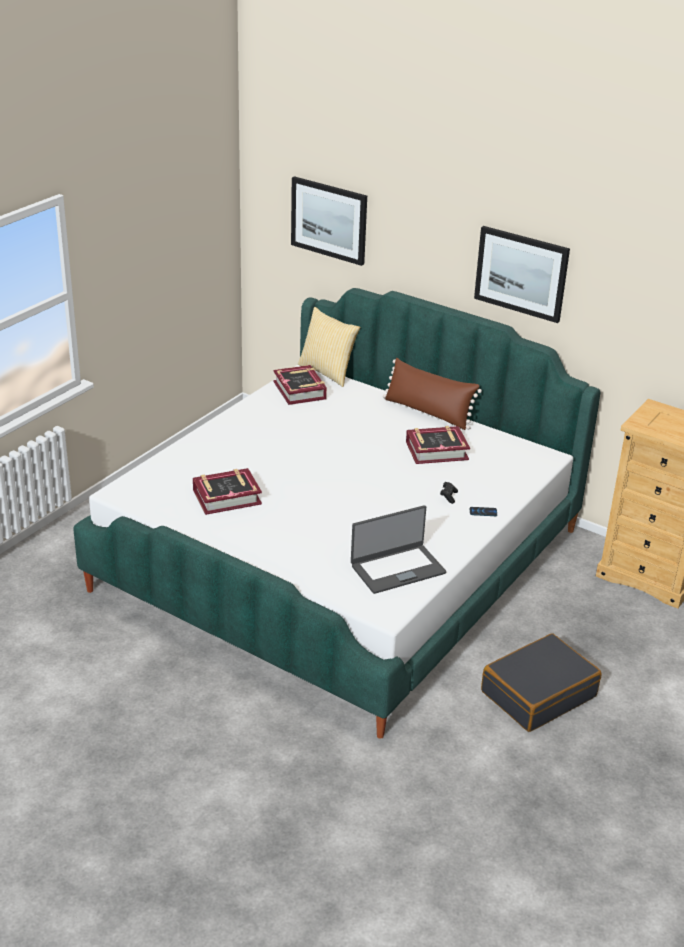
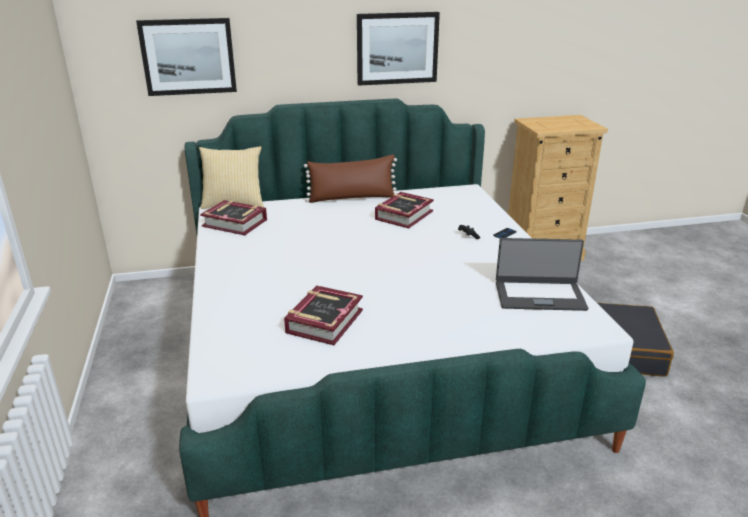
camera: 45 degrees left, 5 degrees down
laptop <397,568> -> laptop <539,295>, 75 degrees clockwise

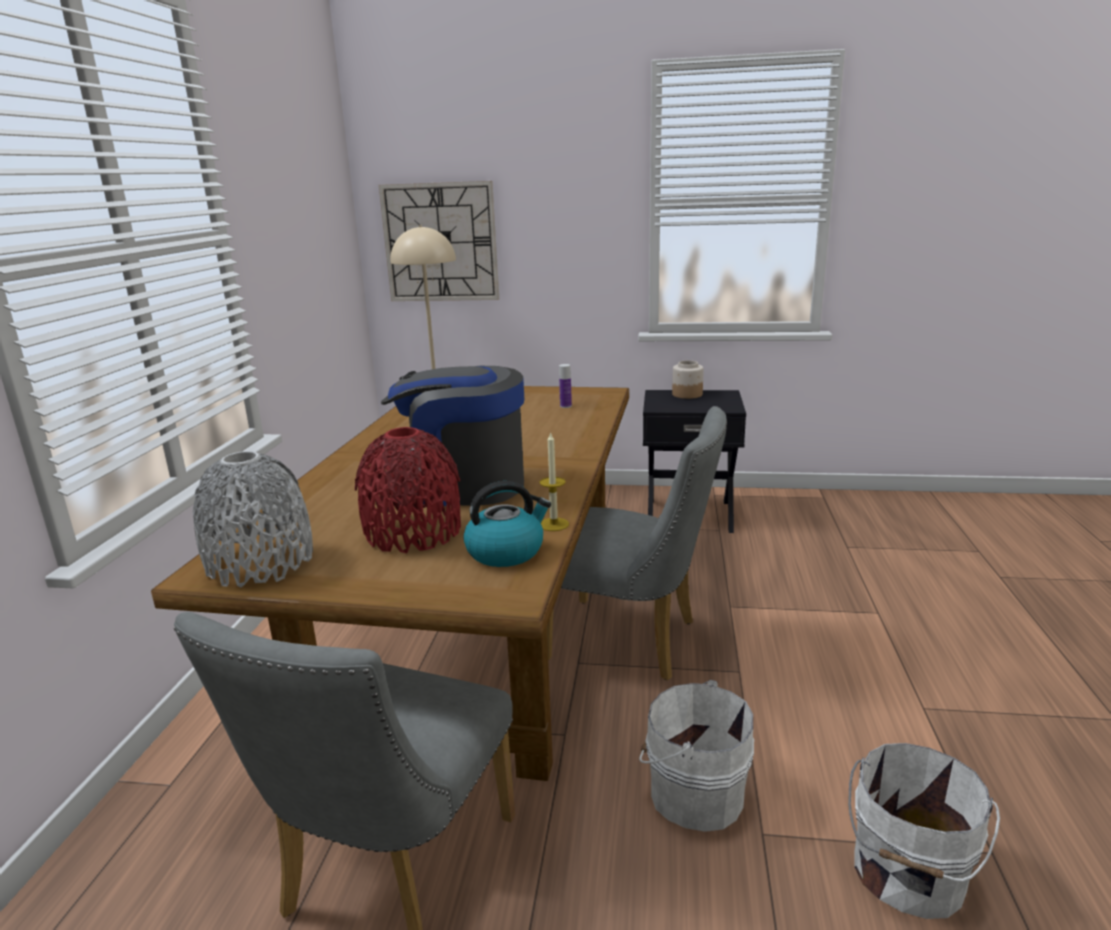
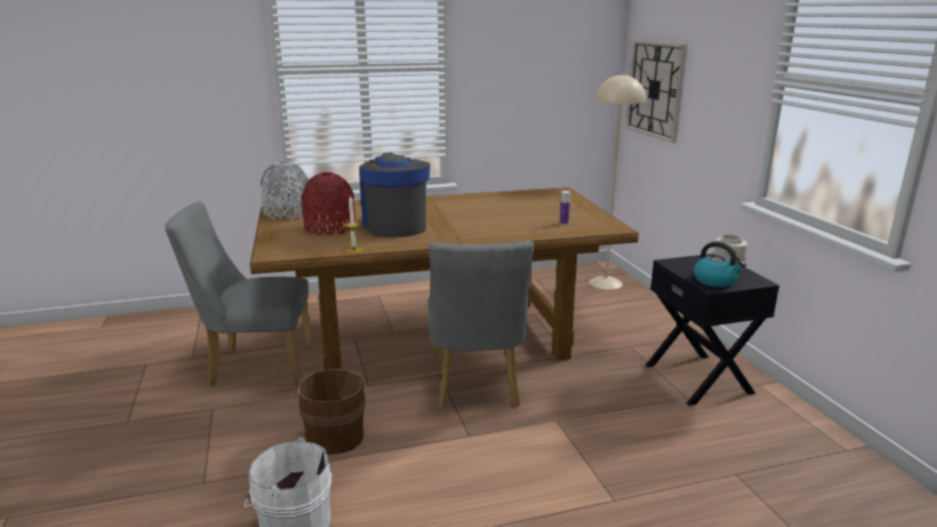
camera: 65 degrees right, 0 degrees up
white bucket <692,793> -> brown bucket <336,435>
kettle <506,551> -> kettle <716,281>, move

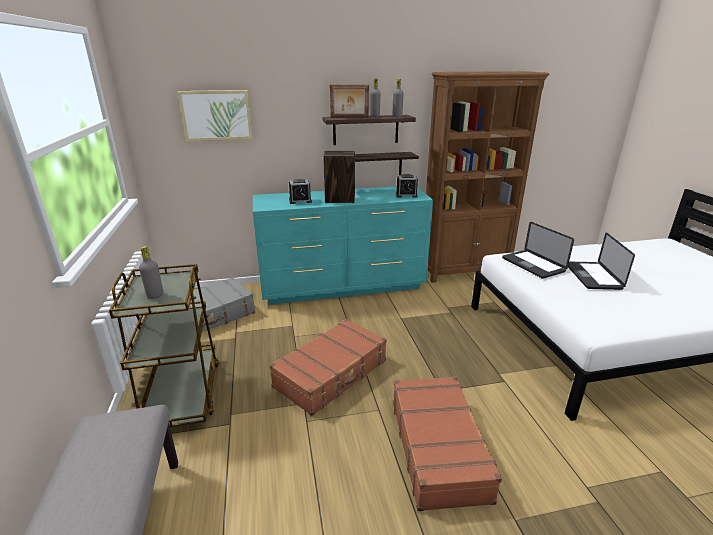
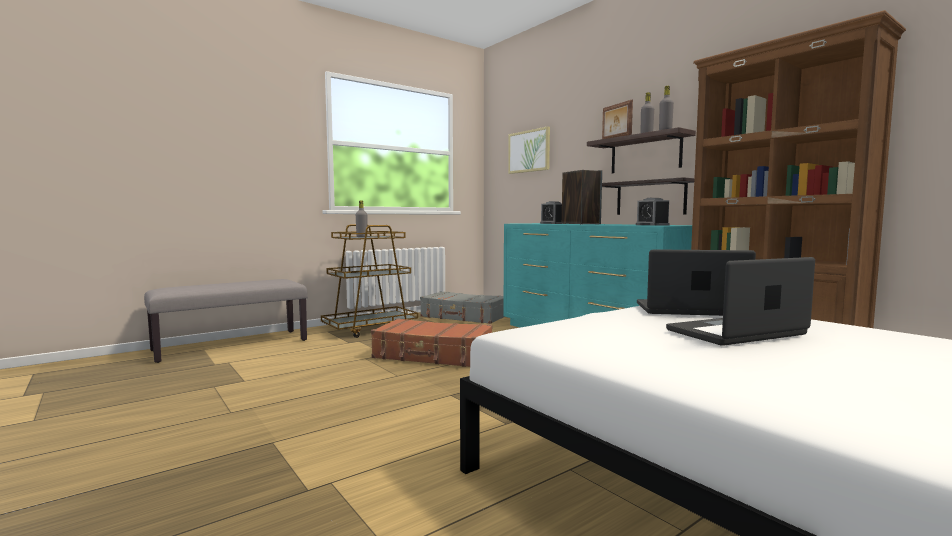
camera: 65 degrees right, 20 degrees down
laptop <533,265> -> laptop <690,310>, 60 degrees clockwise
brown suitcase <439,447> -> none

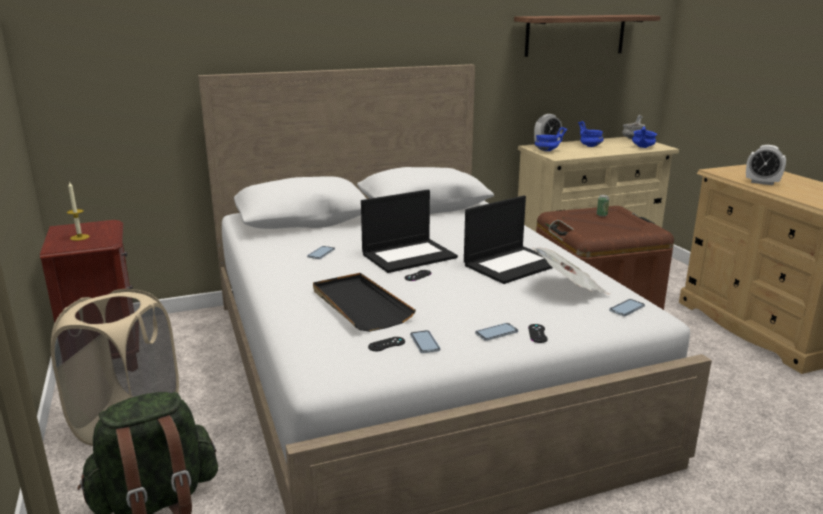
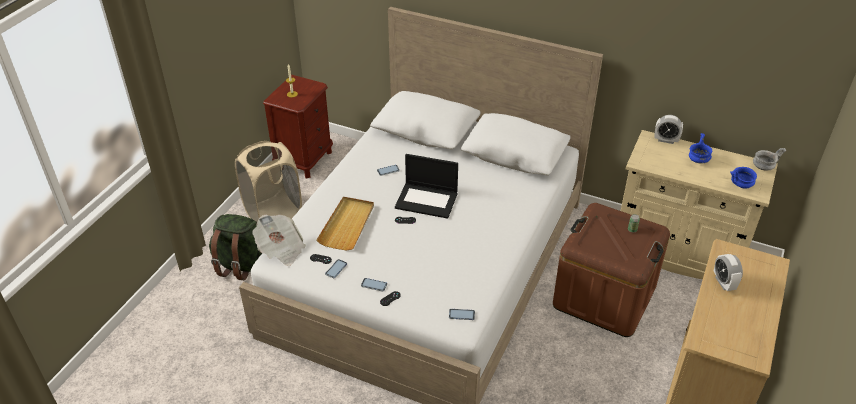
camera: 45 degrees right, 20 degrees up
newspaper <569,289> -> newspaper <281,249>, move
black tray <360,305> -> beige tray <347,225>
laptop <512,264> -> none
shelf <575,35> -> none
blue bowl <547,150> -> none

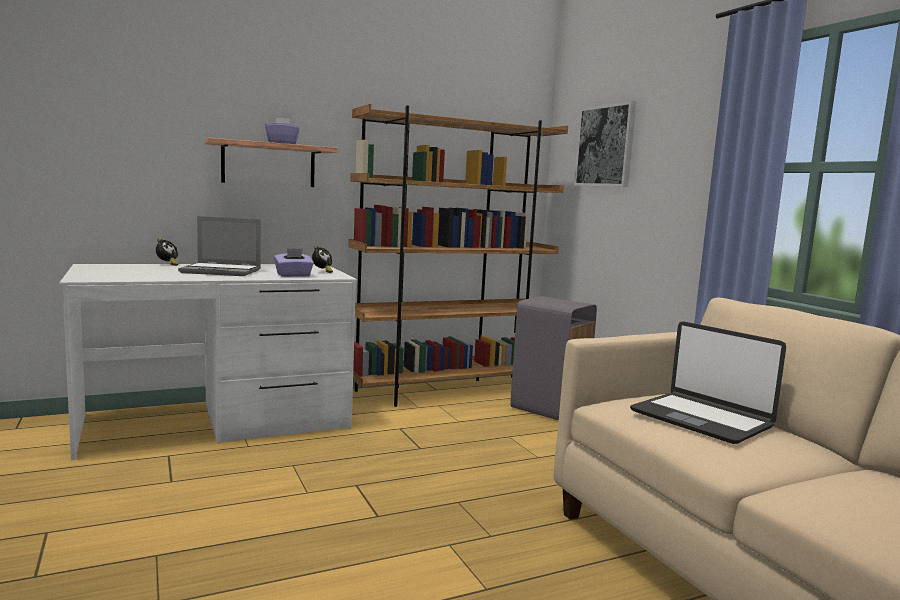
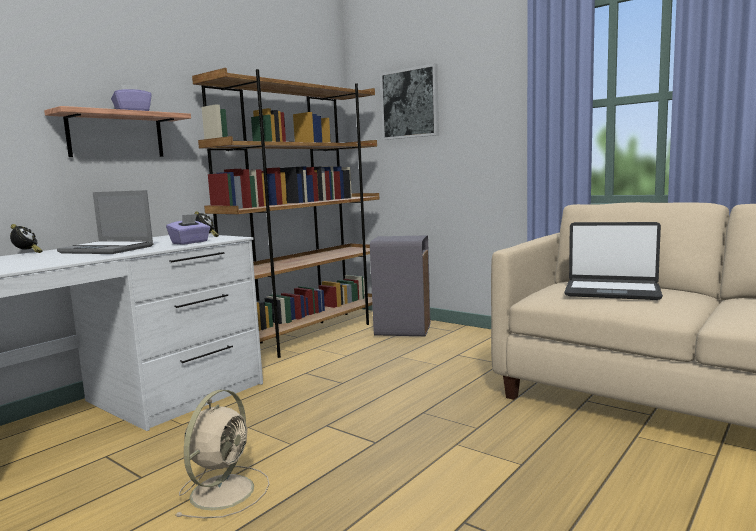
camera: 25 degrees left, 0 degrees up
laptop <222,271> -> laptop <109,249>, 45 degrees clockwise
none -> beige fan <224,490>

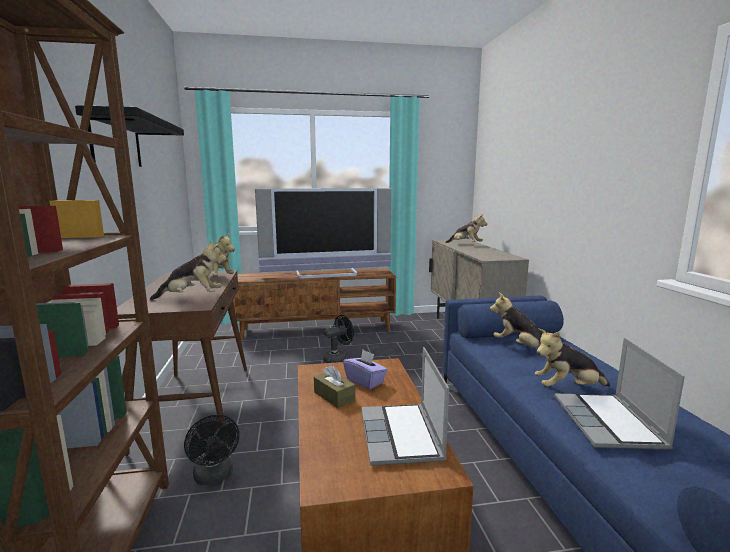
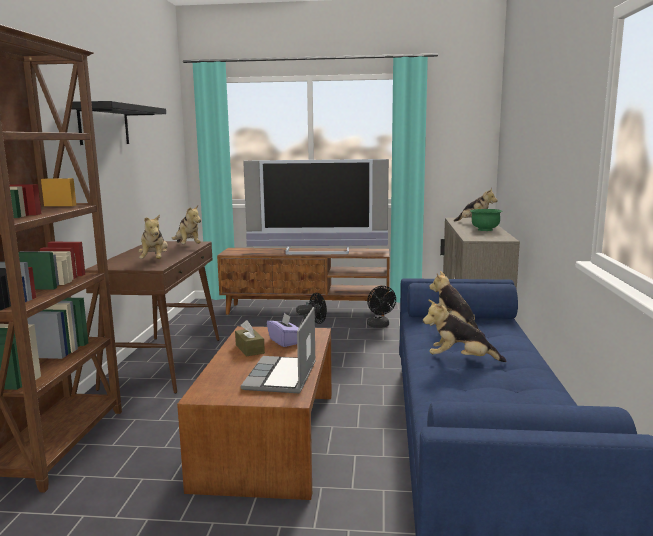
camera: 15 degrees right, 0 degrees up
plush toy <192,297> -> plush toy <155,261>, 75 degrees clockwise
black fan <214,477> -> black fan <379,326>, move
none -> green bowl <485,230>
laptop <609,423> -> none

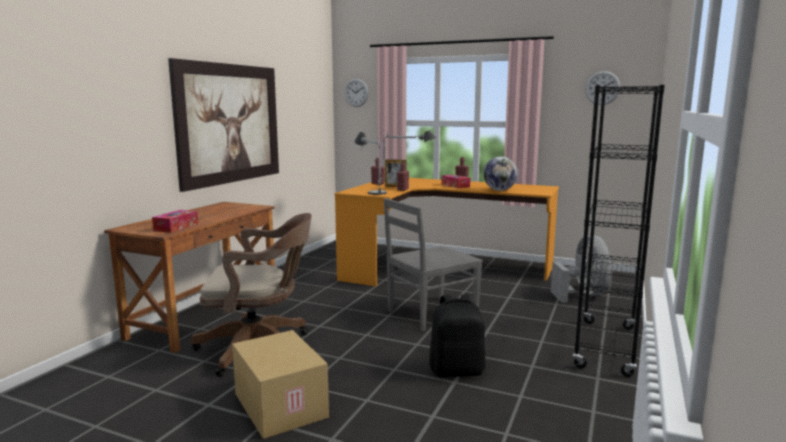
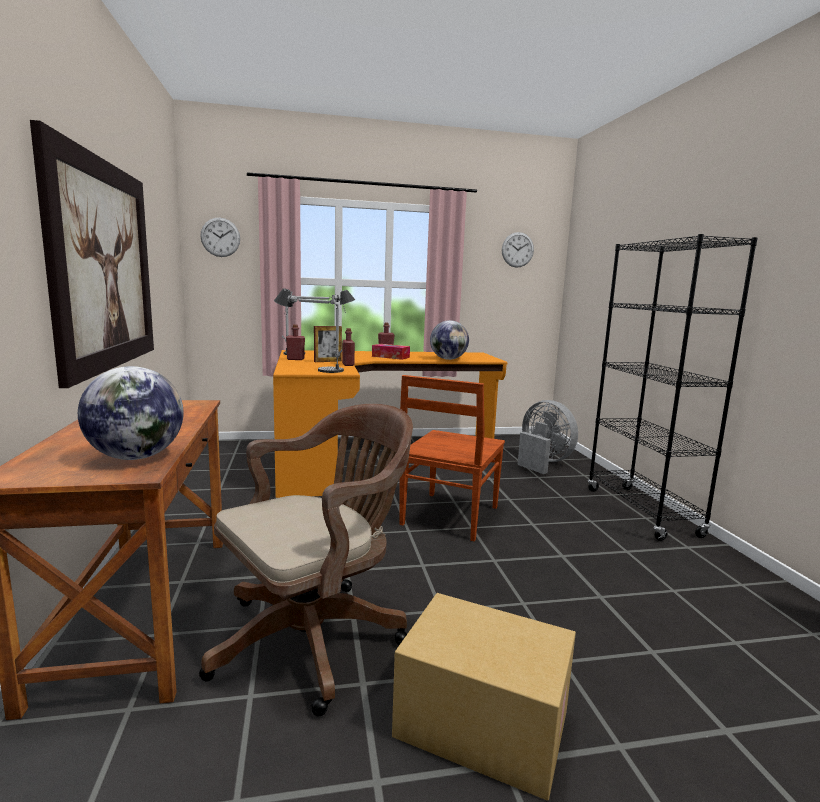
camera: 35 degrees left, 0 degrees up
tissue box <176,227> -> globe <136,457>
grey chair <430,314> -> brown chair <449,516>
black backpack <457,370> -> none

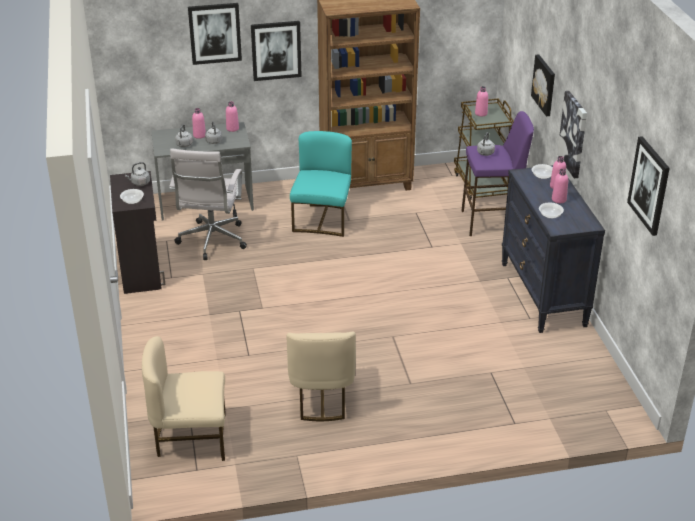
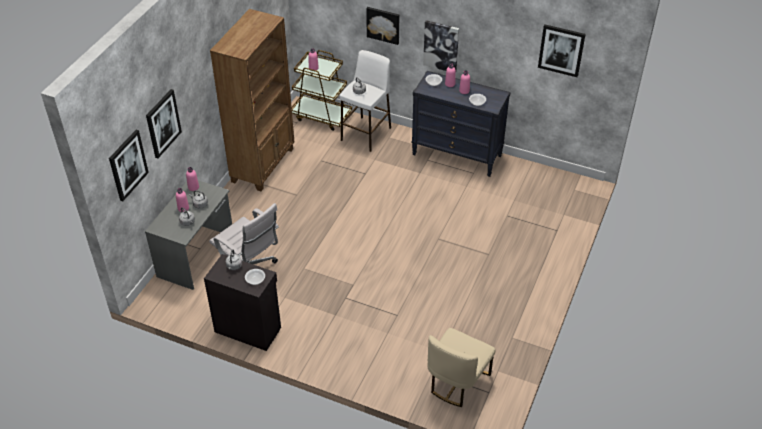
camera: 55 degrees left, 10 degrees up
picture <276,50> -> picture <128,165>, move
purple stool <493,221> -> white stool <366,134>
beige chair <321,398> -> none
turquoise chair <322,220> -> none

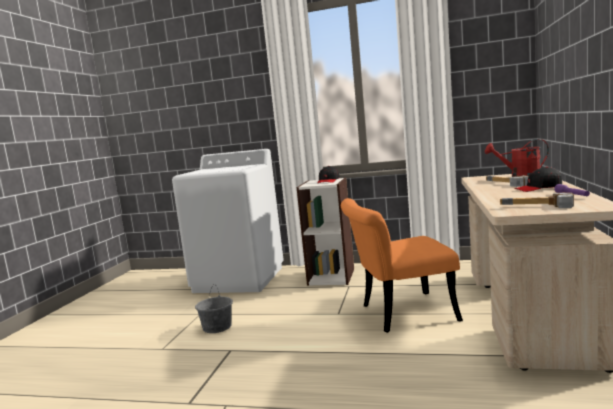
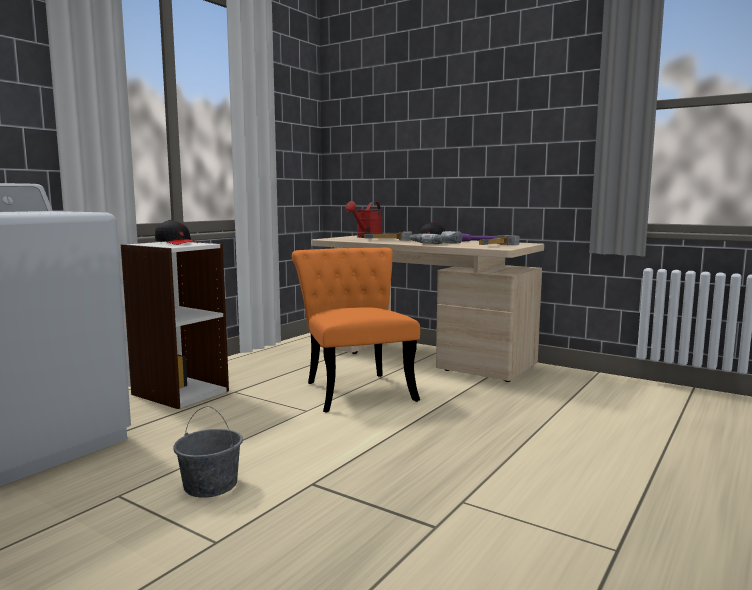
camera: 70 degrees left, 0 degrees up
orange chair <400,313> -> orange chair <355,389>, 150 degrees clockwise
none -> power drill <435,243>

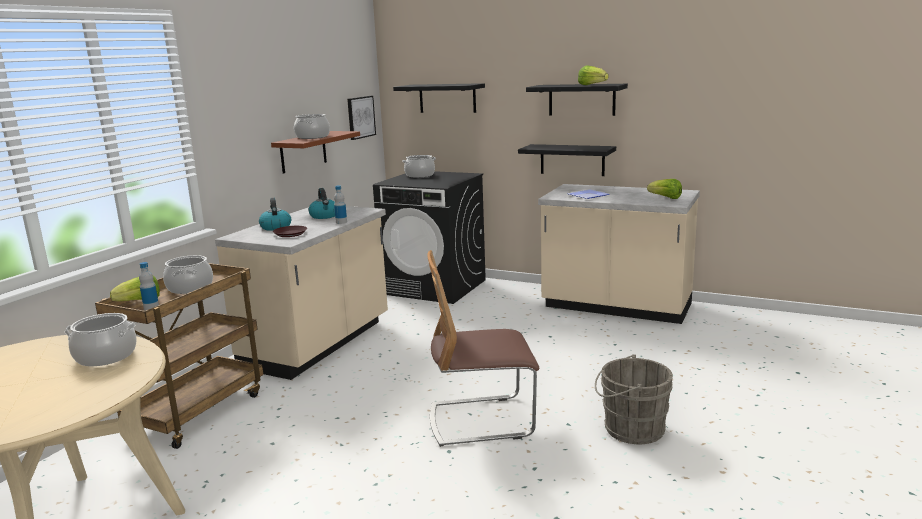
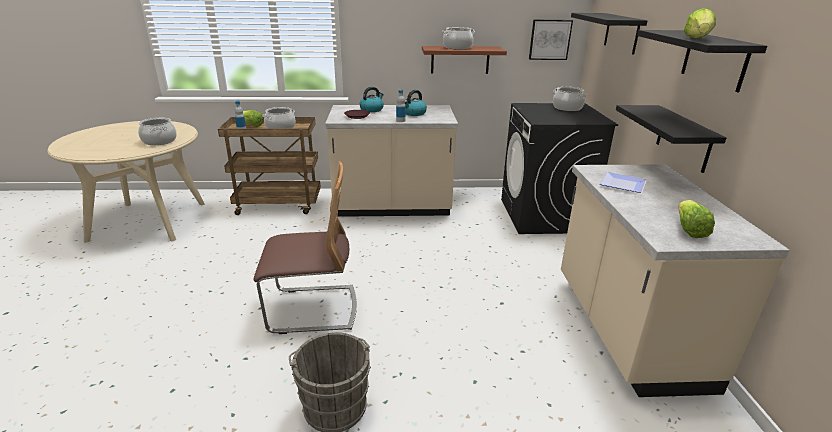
camera: 60 degrees right, 10 degrees up
chair <481,420> -> chair <312,309>, 120 degrees clockwise

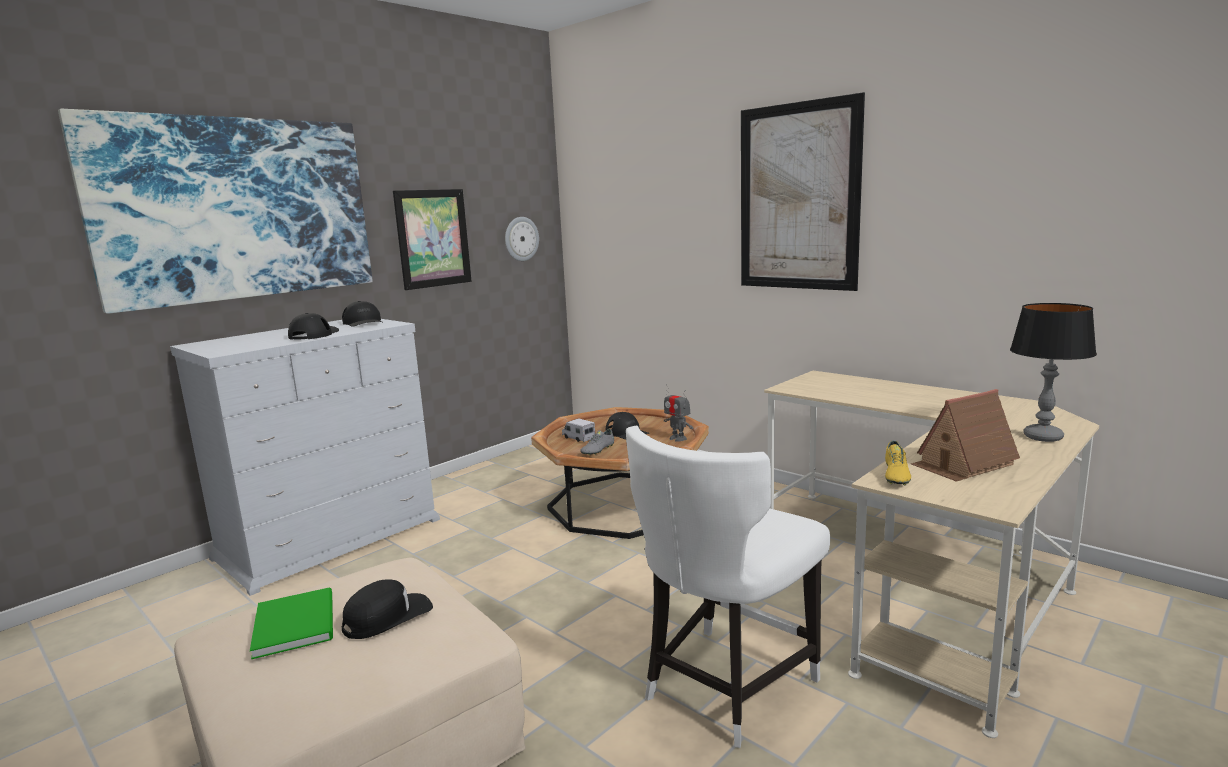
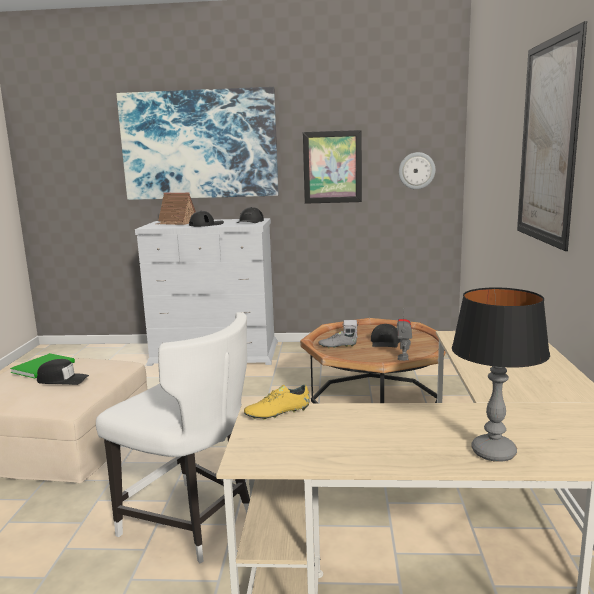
camera: 50 degrees right, 0 degrees up
white chair <724,687> -> white chair <191,523>, 150 degrees counterclockwise
toy house <963,464> -> toy house <176,223>, move

